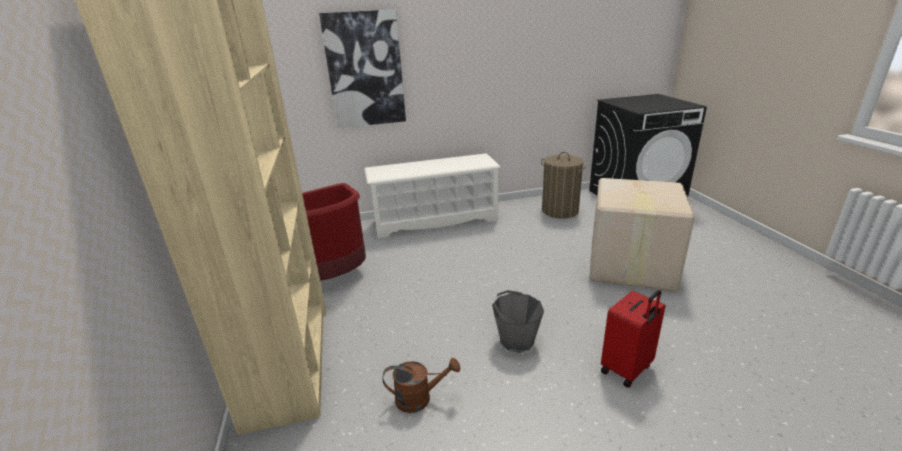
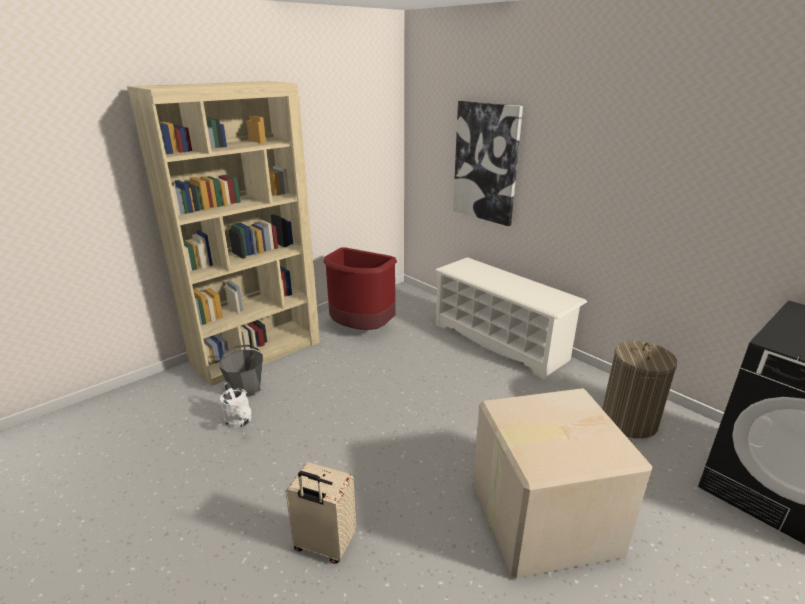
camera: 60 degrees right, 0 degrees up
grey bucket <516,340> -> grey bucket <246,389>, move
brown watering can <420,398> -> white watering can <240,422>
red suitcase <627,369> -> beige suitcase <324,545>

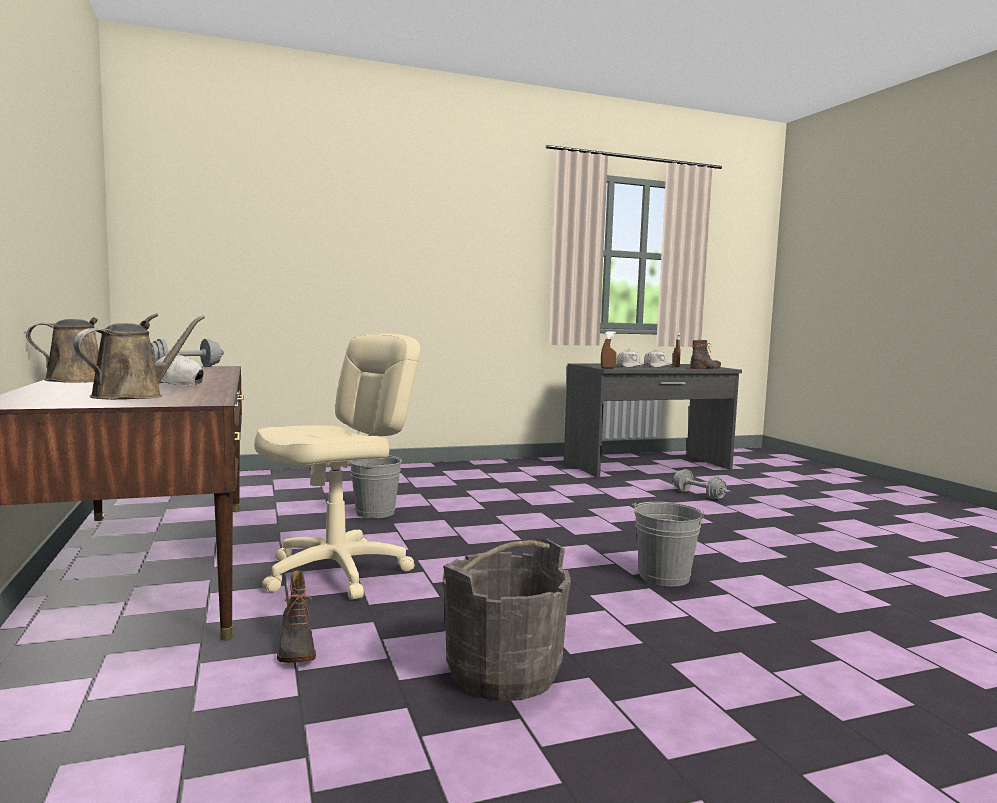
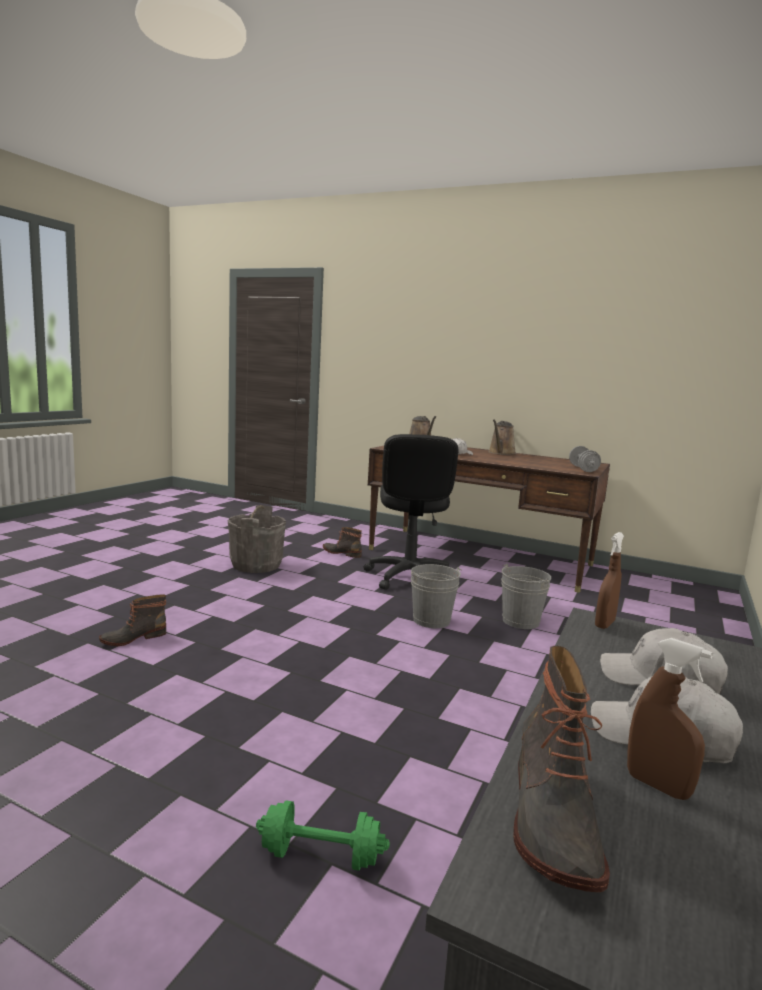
camera: 135 degrees right, 5 degrees up
none -> boot <133,638>
grey dumbbell <698,495> -> green dumbbell <321,855>
beige office chair <337,572> -> black office chair <408,577>
grey bucket <664,577> -> grey bucket <431,620>, move

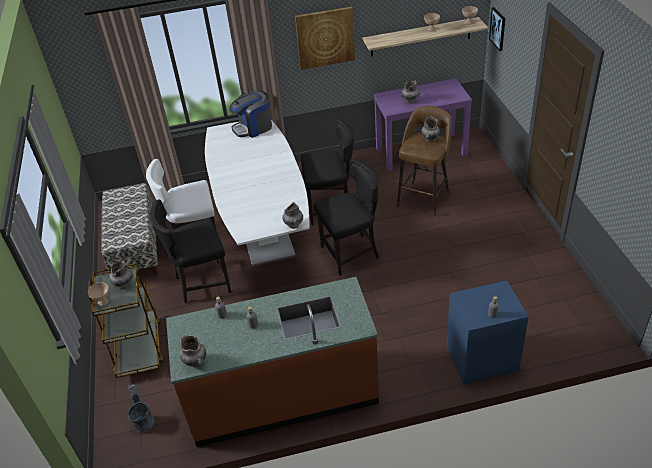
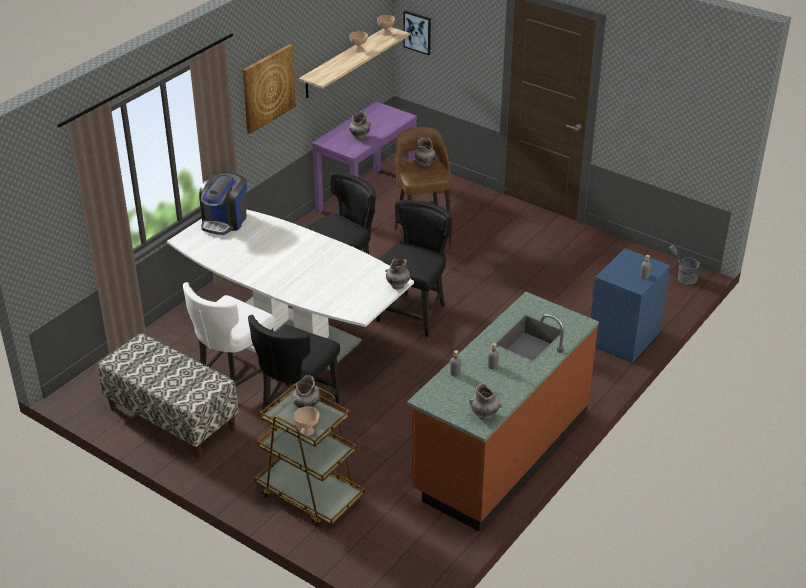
camera: 45 degrees left, 5 degrees down
grey bucket <143,420> -> grey bucket <683,278>, move

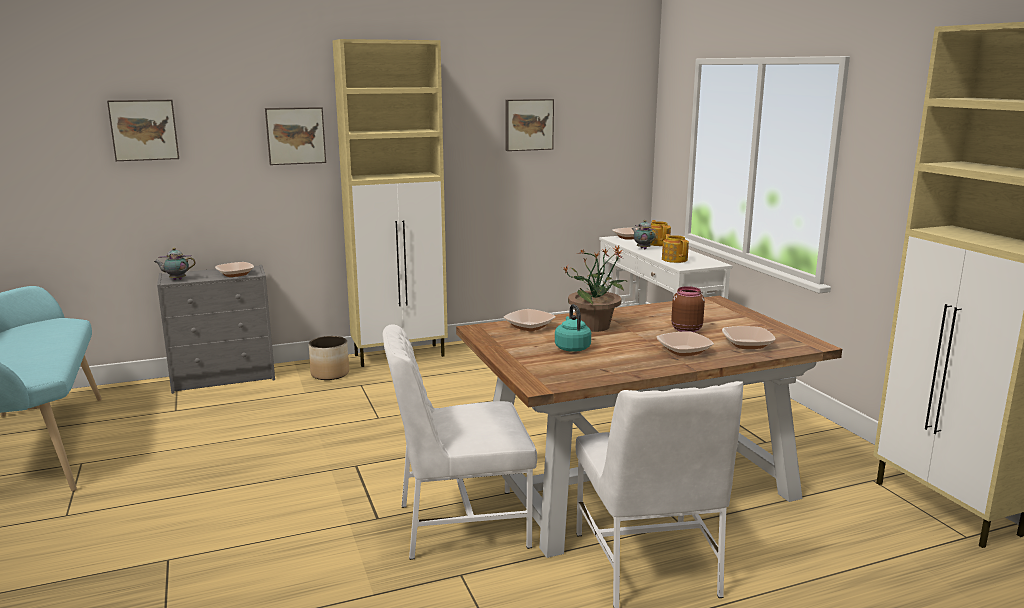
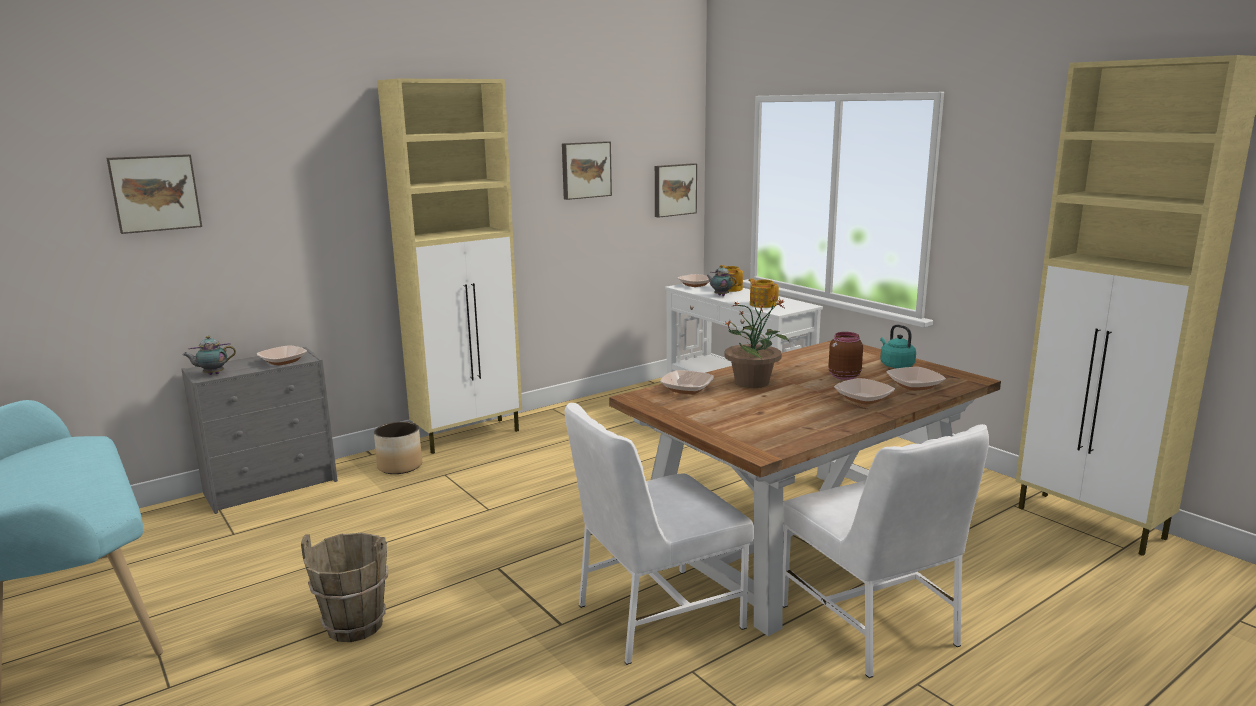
camera: 15 degrees left, 0 degrees up
none -> brown bucket <355,625>
picture <295,135> -> picture <674,189>, move
turquoise kettle <572,347> -> turquoise kettle <895,365>, move

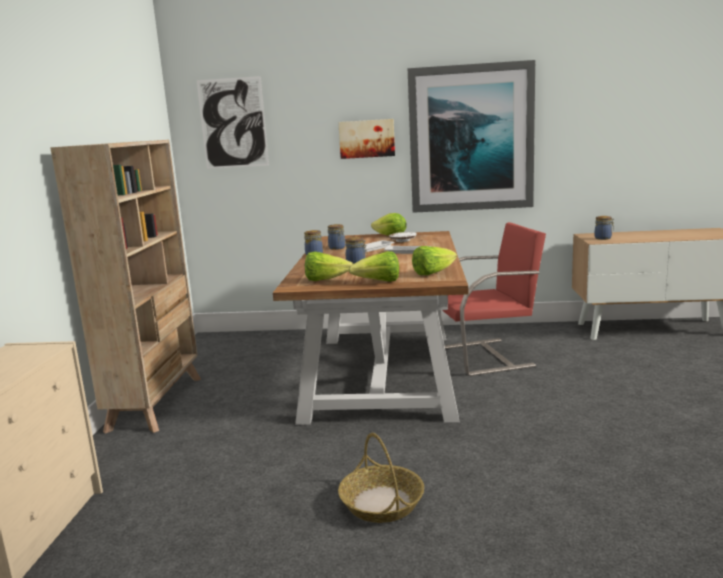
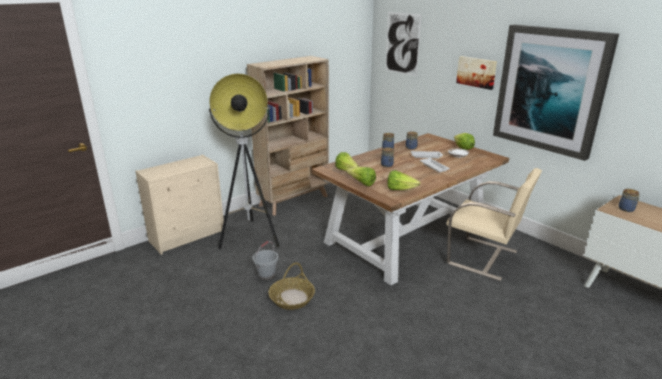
camera: 45 degrees right, 10 degrees up
none -> floor lamp <250,237>
none -> grey bucket <266,275>
red chair <486,356> -> beige chair <484,258>

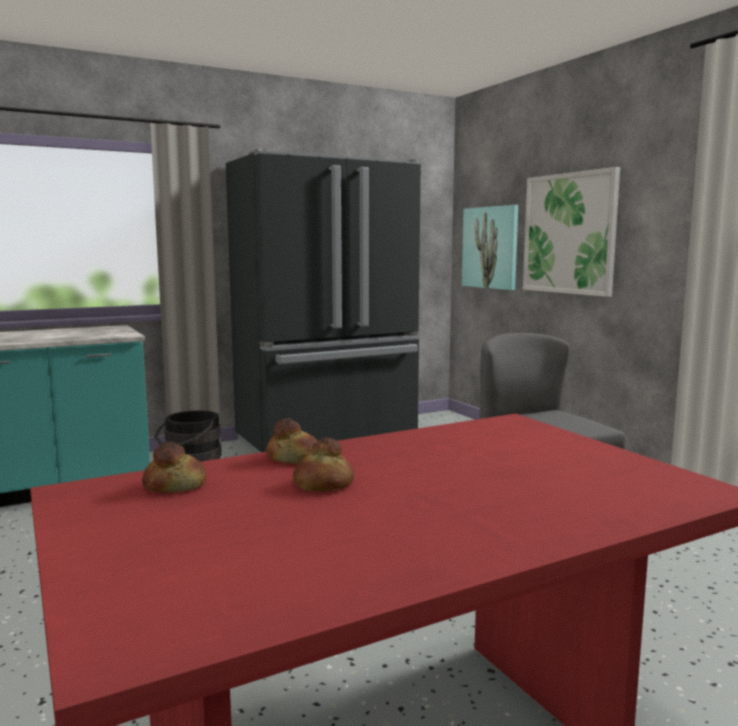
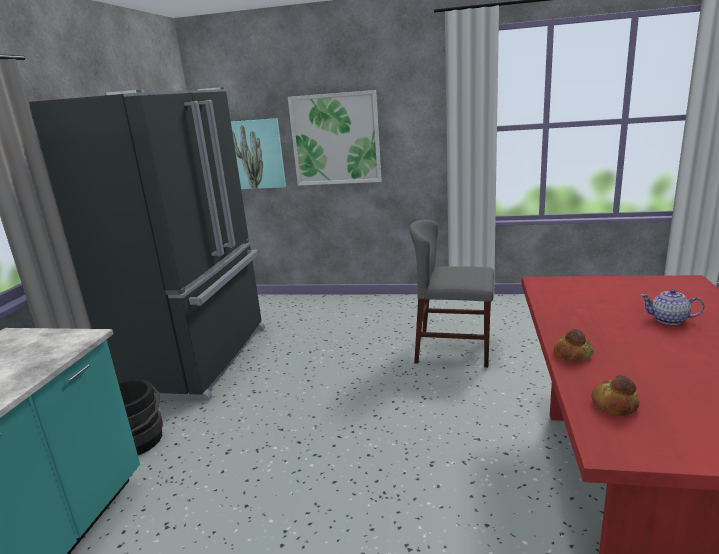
camera: 50 degrees left, 10 degrees up
none -> teapot <669,320>
bread <323,484> -> none

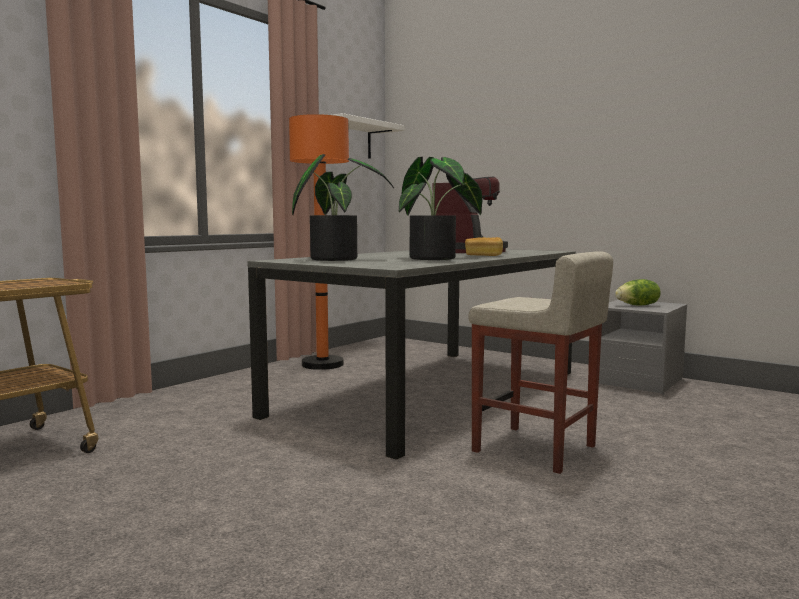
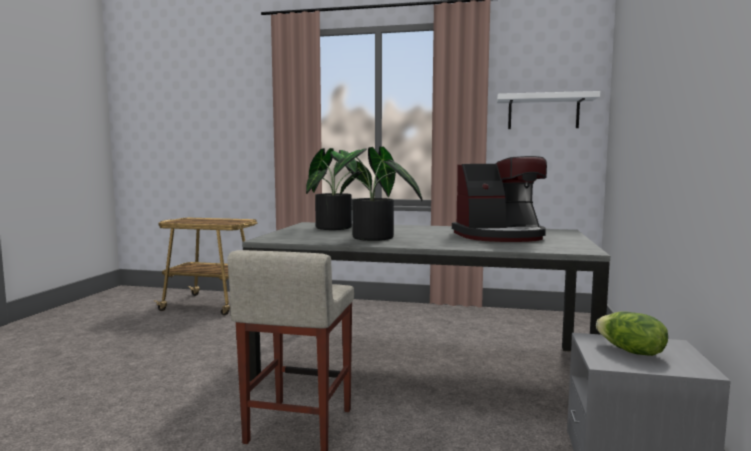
camera: 65 degrees right, 0 degrees up
orange floor lamp <322,364> -> none
bread <483,255> -> none

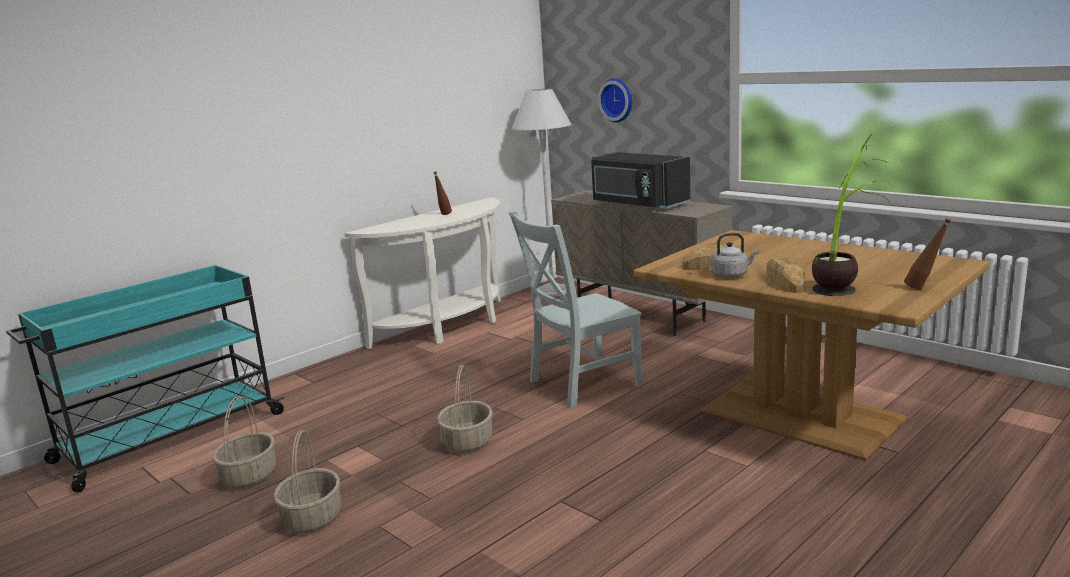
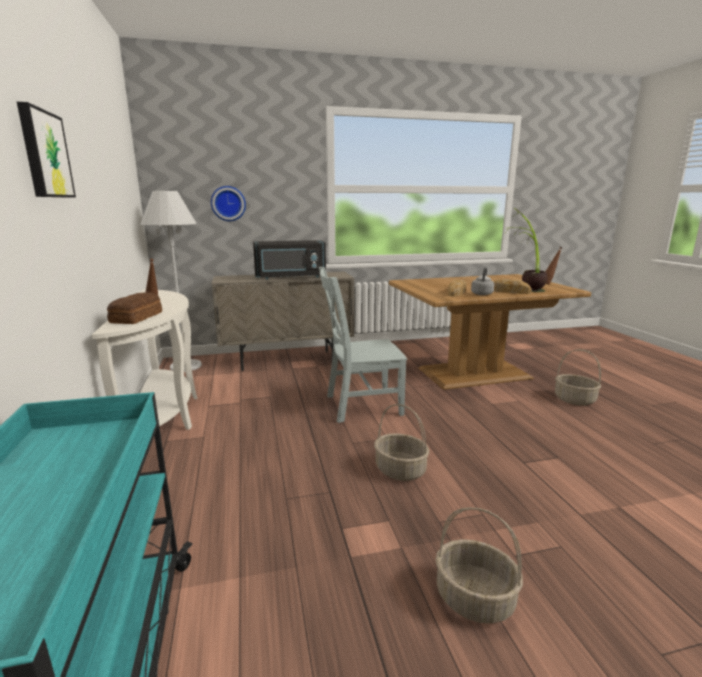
camera: 60 degrees left, 0 degrees up
none -> picture <44,154>
none -> bread <138,317>
grey chair <580,384> -> grey chair <359,405>, 75 degrees clockwise
basket <249,476> -> basket <574,400>, move

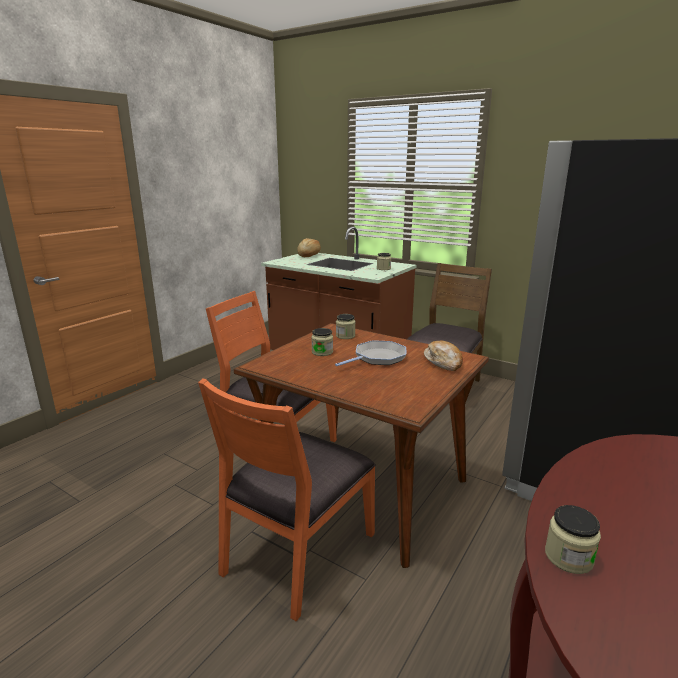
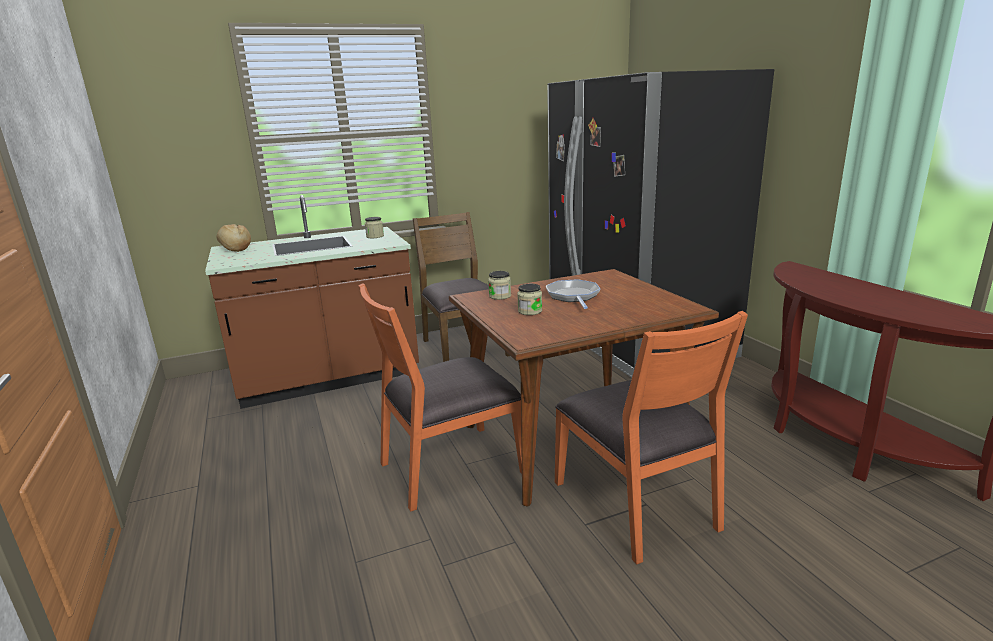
camera: 55 degrees left, 0 degrees up
bread <443,362> -> none
jar <568,557> -> none

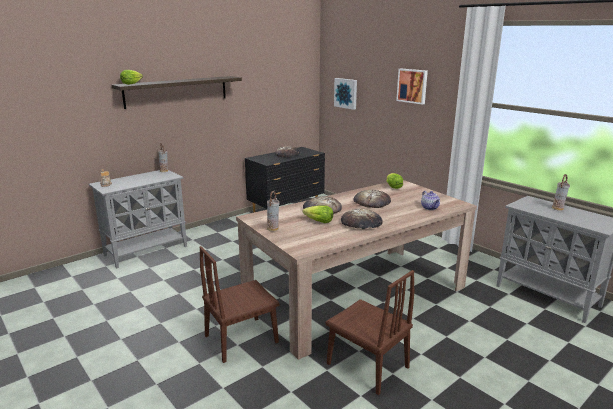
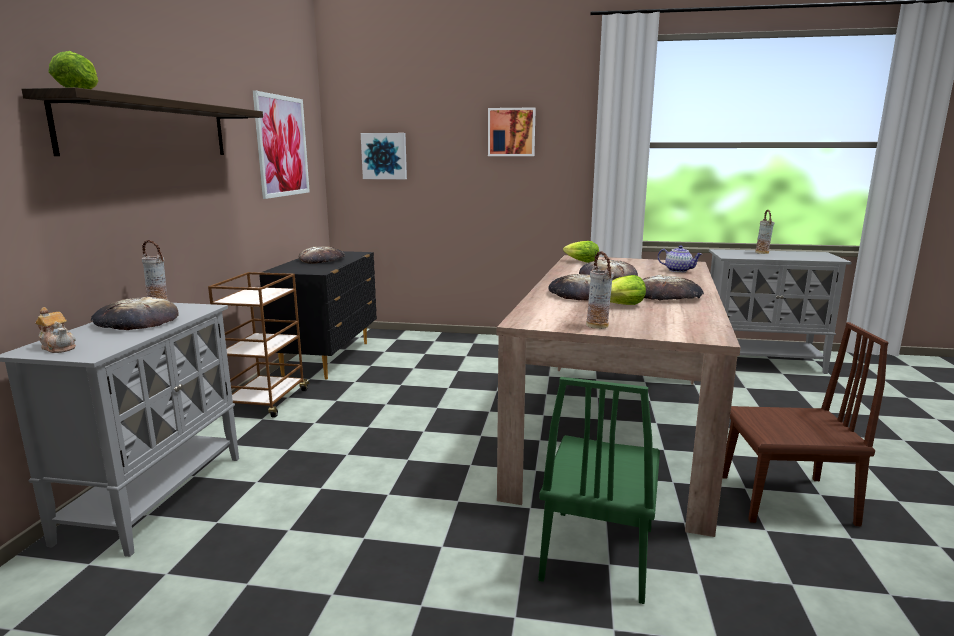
camera: 40 degrees left, 5 degrees down
none -> bread <137,321>
none -> brown cart <266,402>
none -> picture <282,146>
brown chair <241,339> -> green chair <598,552>

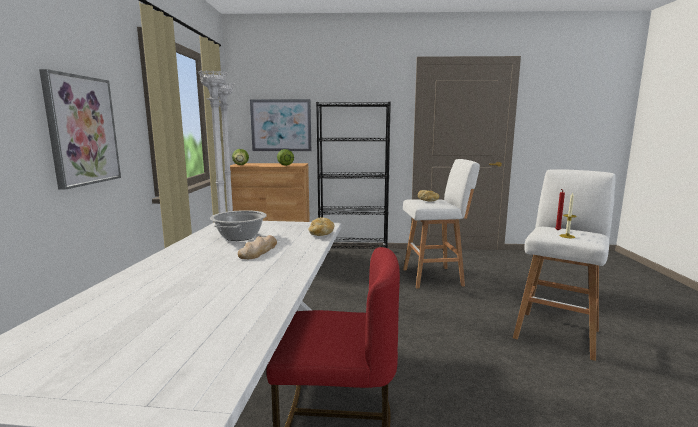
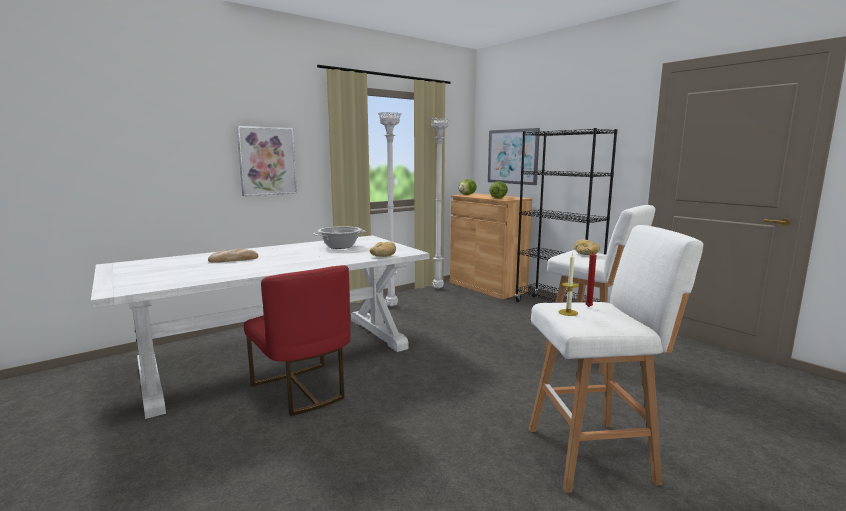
camera: 50 degrees right, 0 degrees up
bread <258,250> -> bread <233,259>, move

